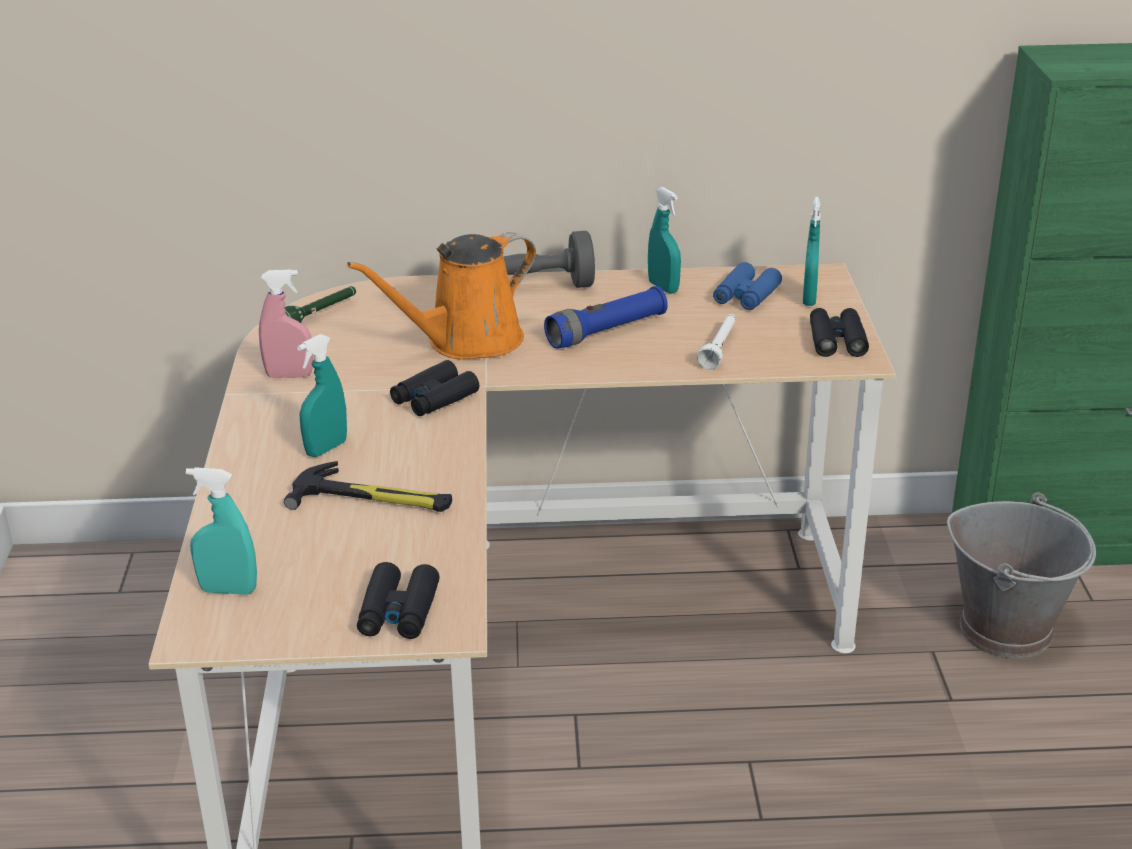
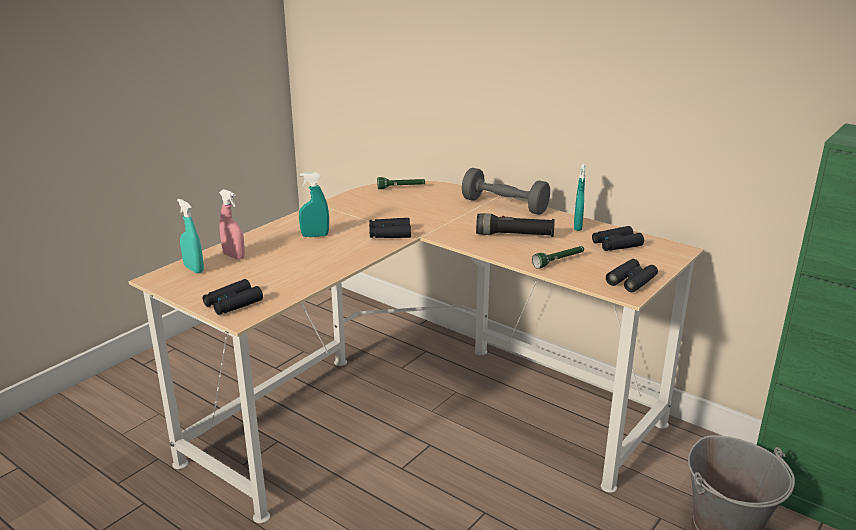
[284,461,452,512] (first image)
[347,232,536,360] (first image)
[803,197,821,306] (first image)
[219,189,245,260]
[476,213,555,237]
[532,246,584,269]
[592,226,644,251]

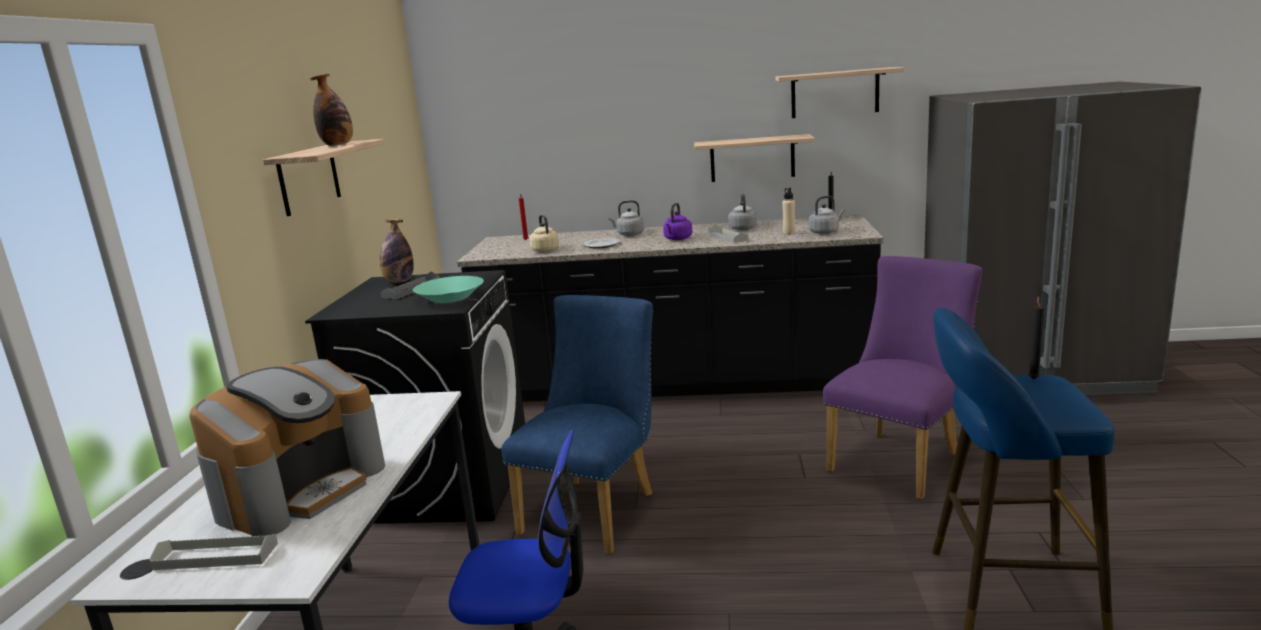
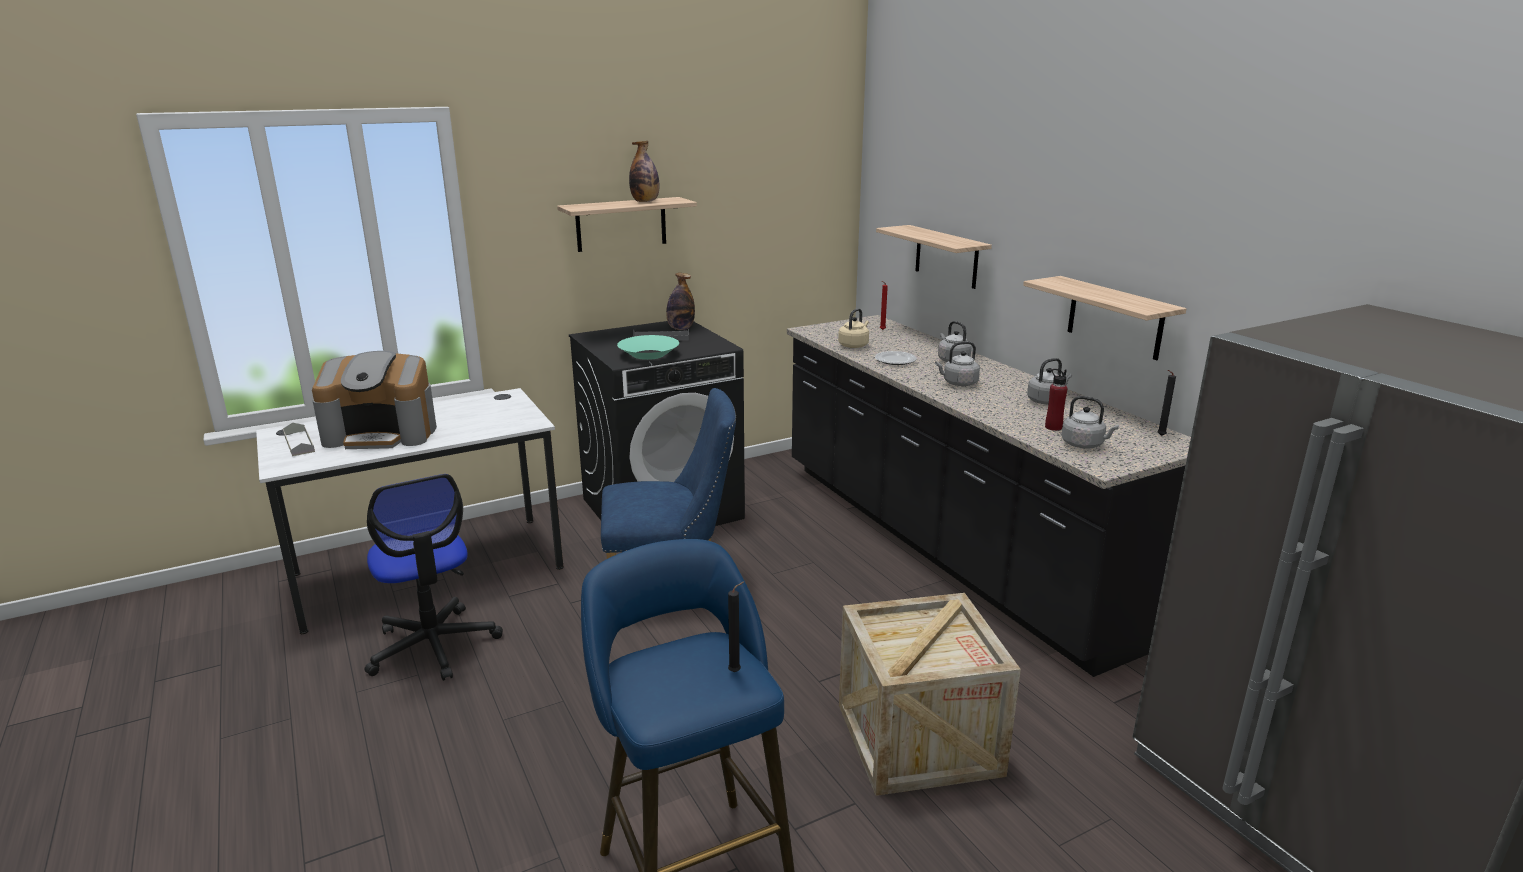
[708,225,748,243] (first image)
[876,225,992,289]
[839,593,1021,796]
[935,341,980,386]
[1045,369,1068,431]

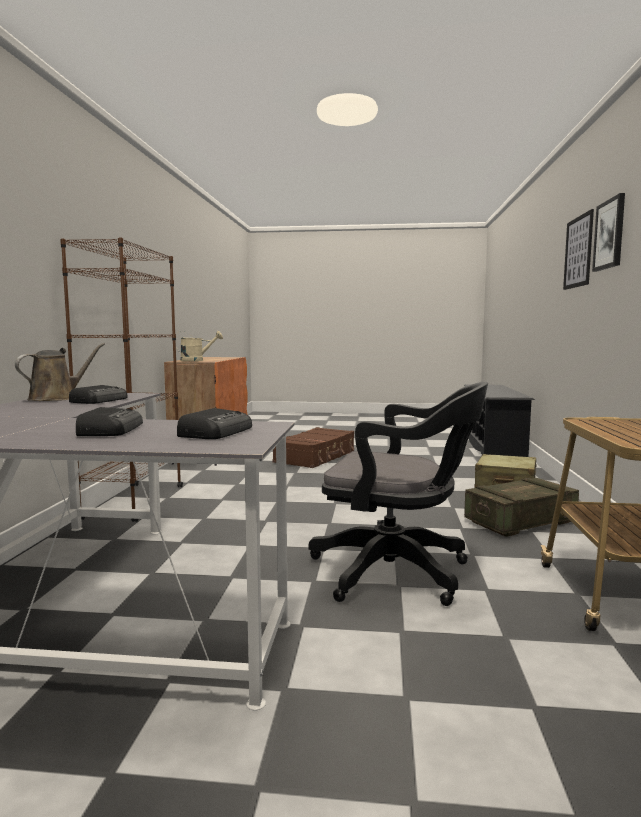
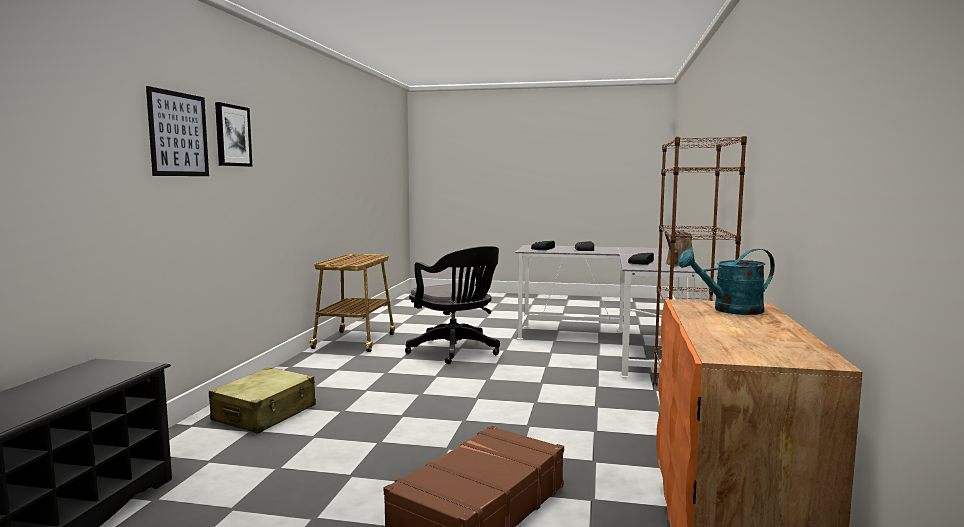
[464,478,579,537] (first image)
[678,249,775,315]
[405,246,500,364]

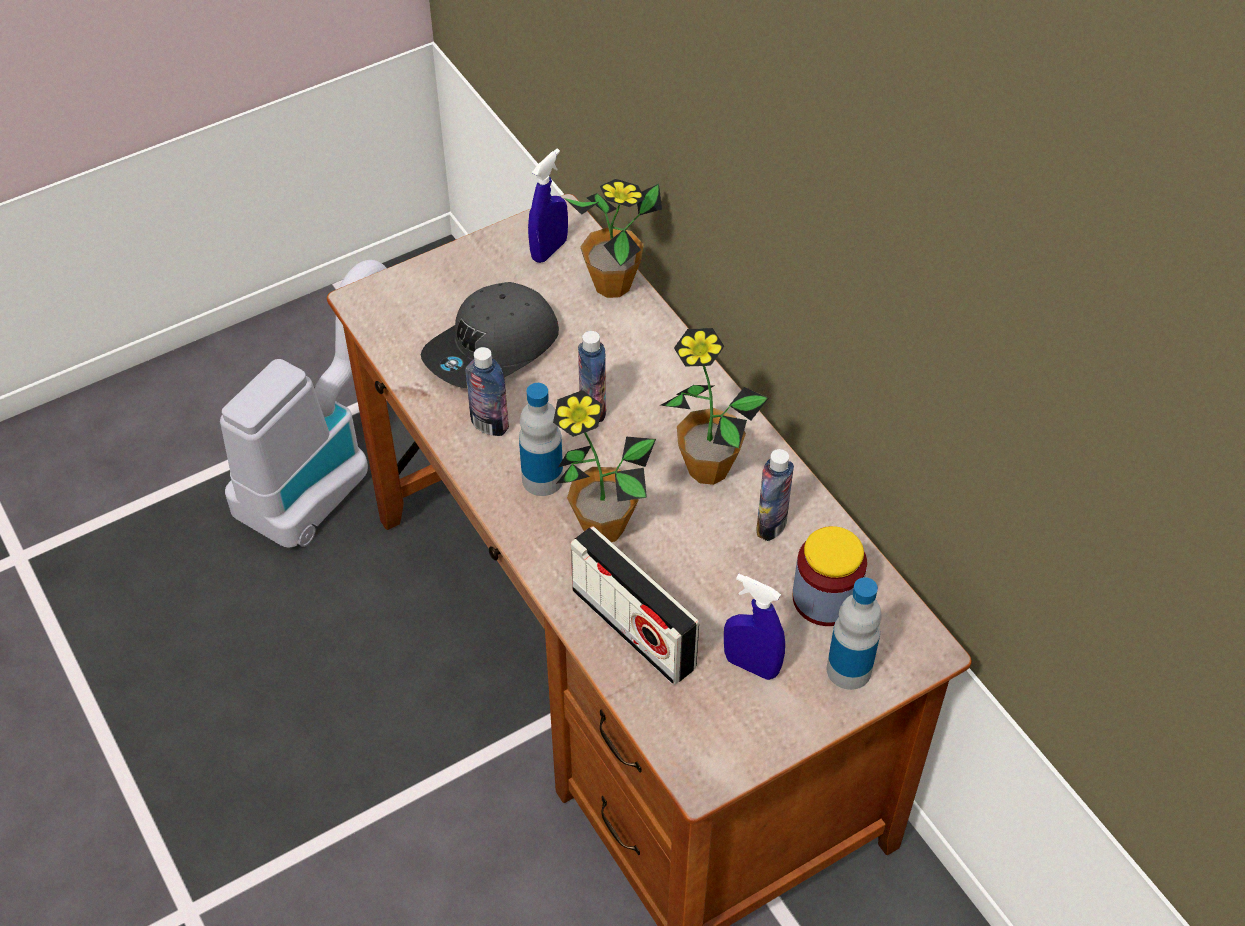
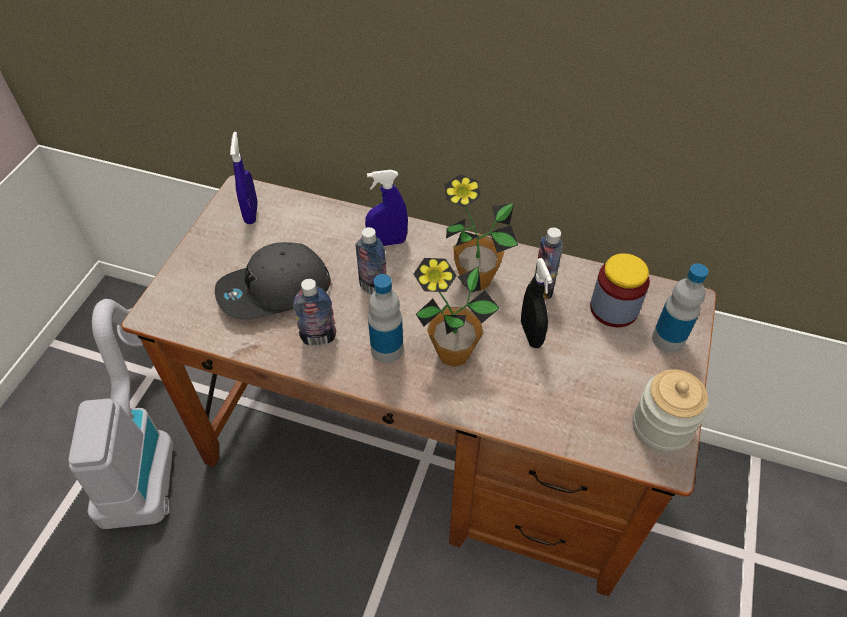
[564,179,662,298] (first image)
[570,526,699,685] (first image)
[521,258,552,348]
[633,369,709,453]
[365,170,408,246]
[215,242,331,319]

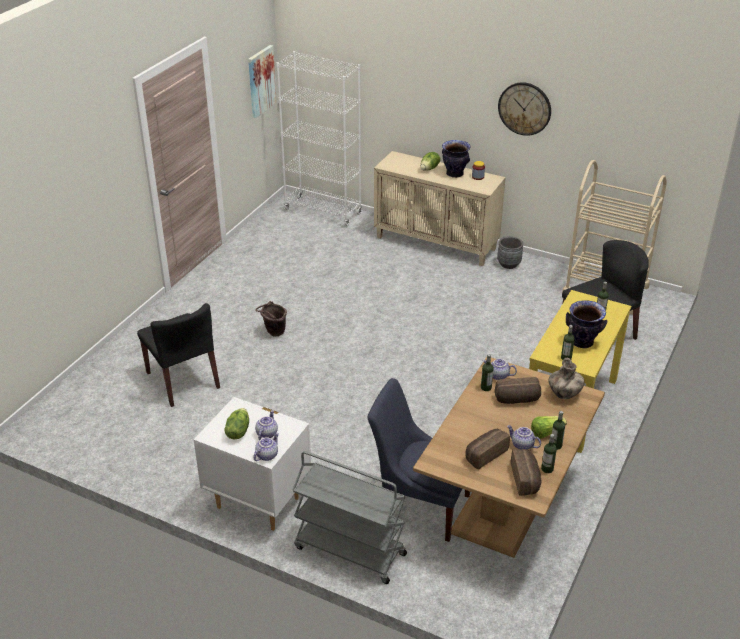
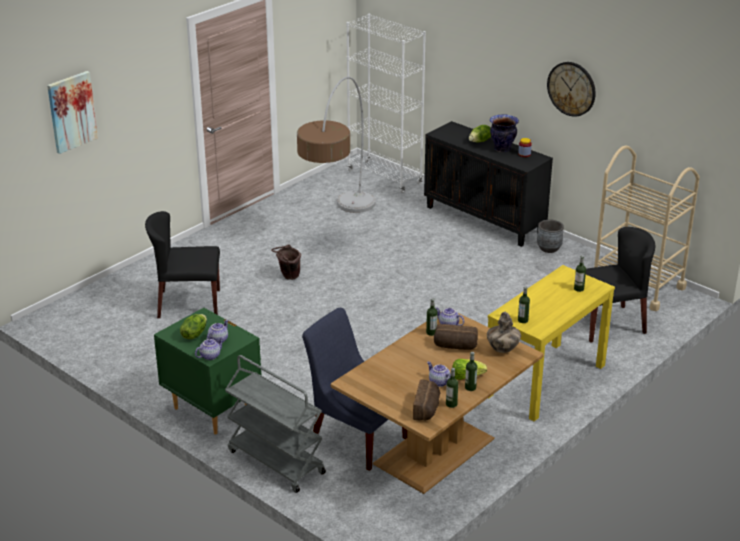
[466,429,510,470] (first image)
[566,300,607,348] (first image)
[297,76,375,213]
[47,71,98,154]
[154,308,261,435]
[424,121,553,247]
[145,211,220,318]

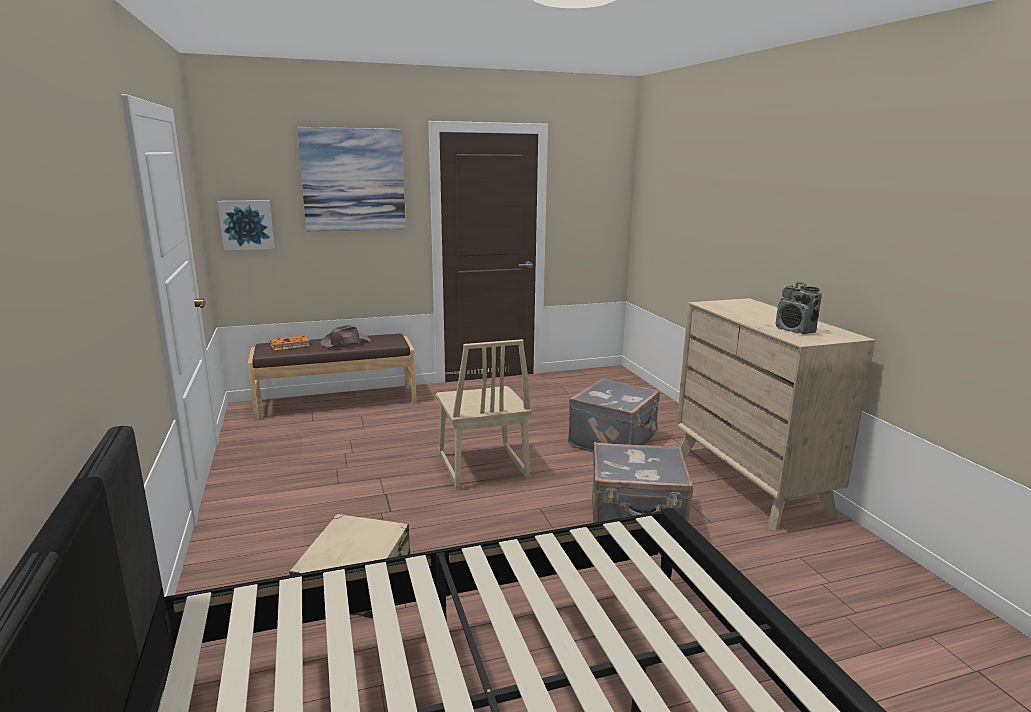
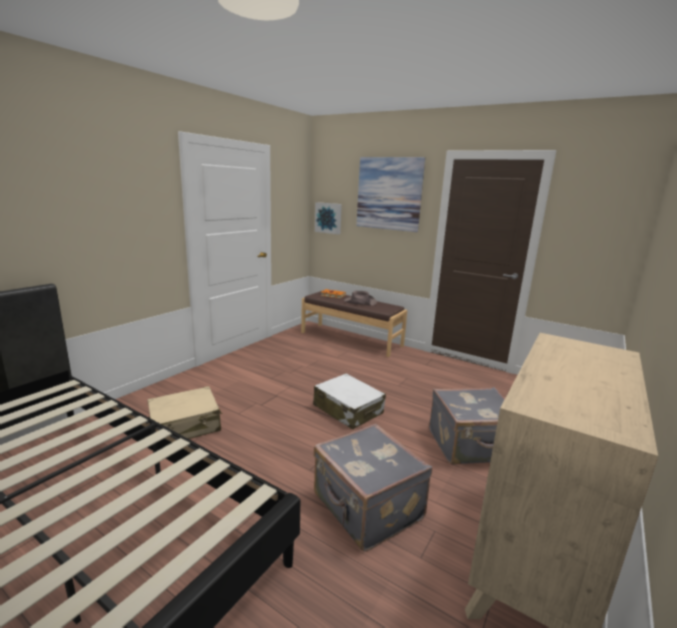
[775,281,822,334] (first image)
[313,373,386,430]

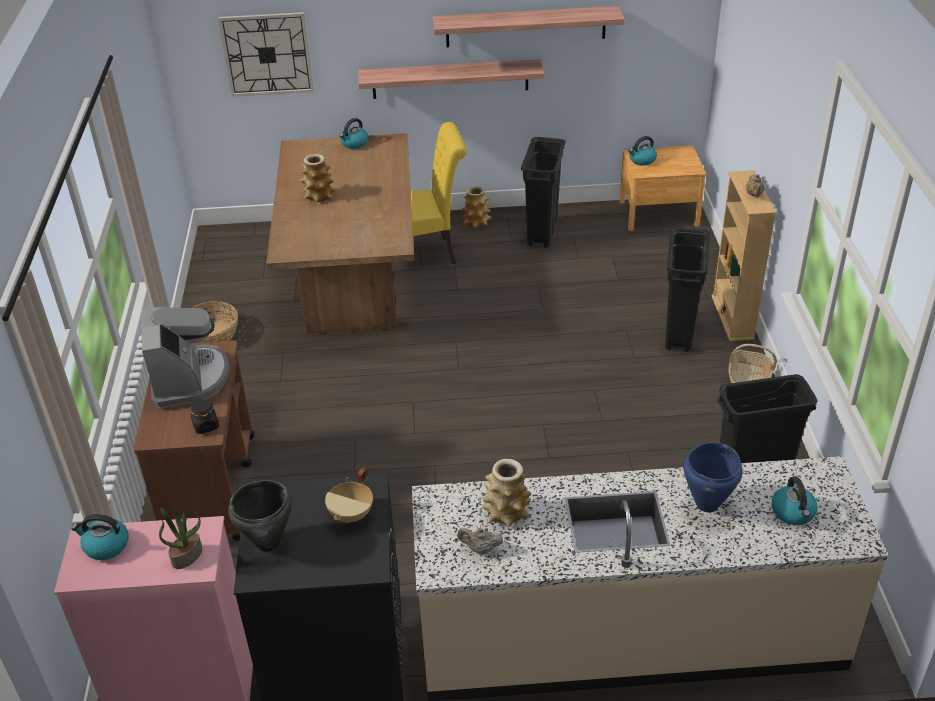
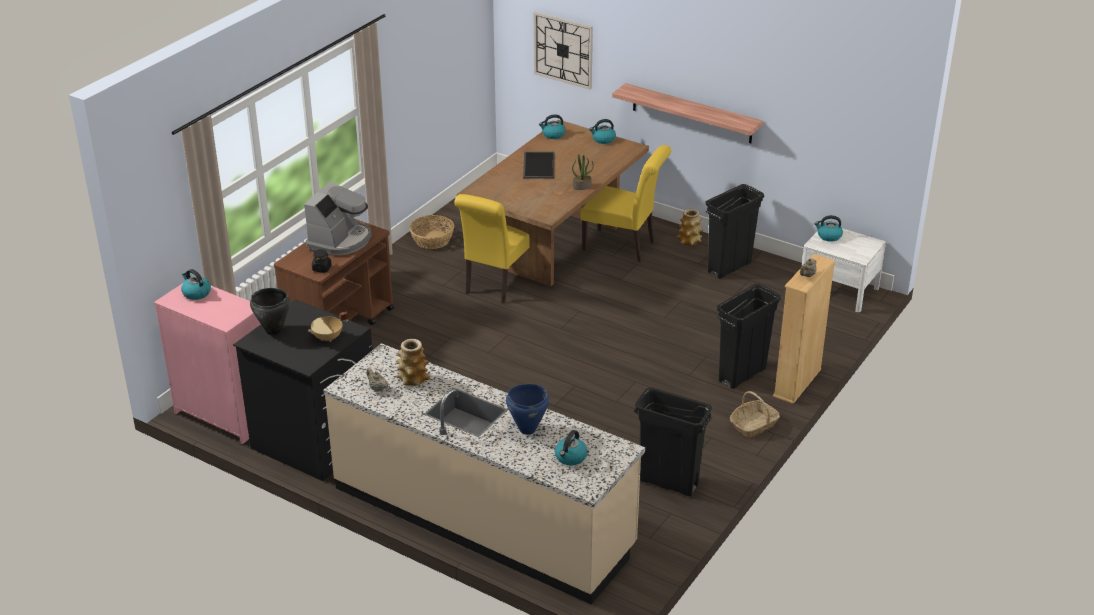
[433,6,624,47] (first image)
[454,194,530,303]
[539,114,566,139]
[572,154,594,190]
[523,152,554,179]
[802,228,886,313]

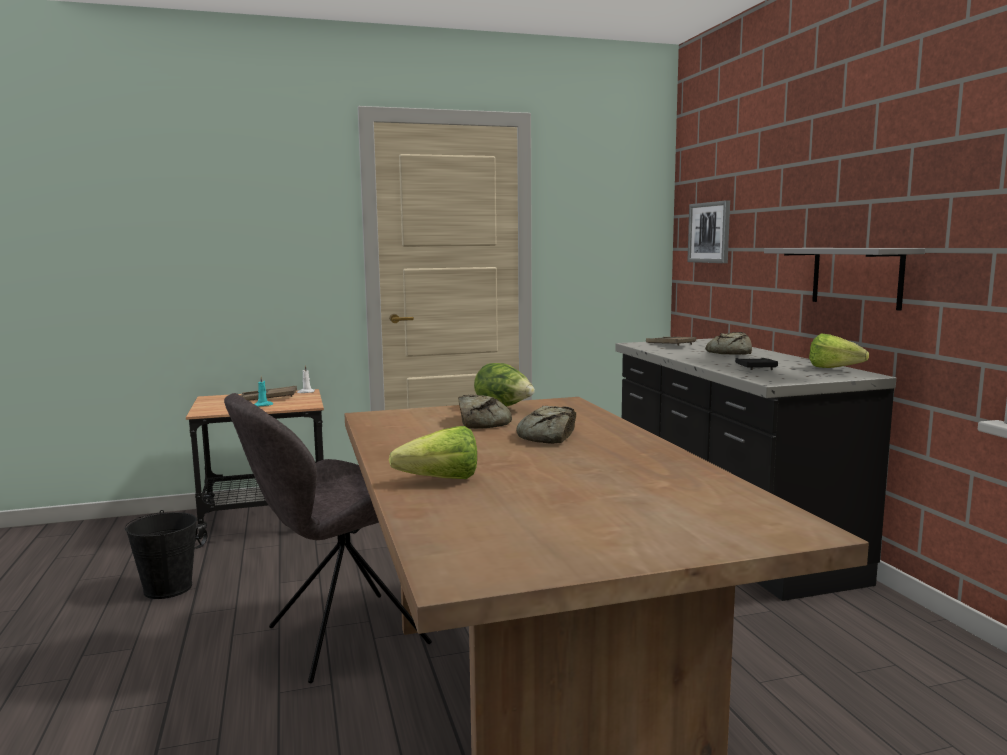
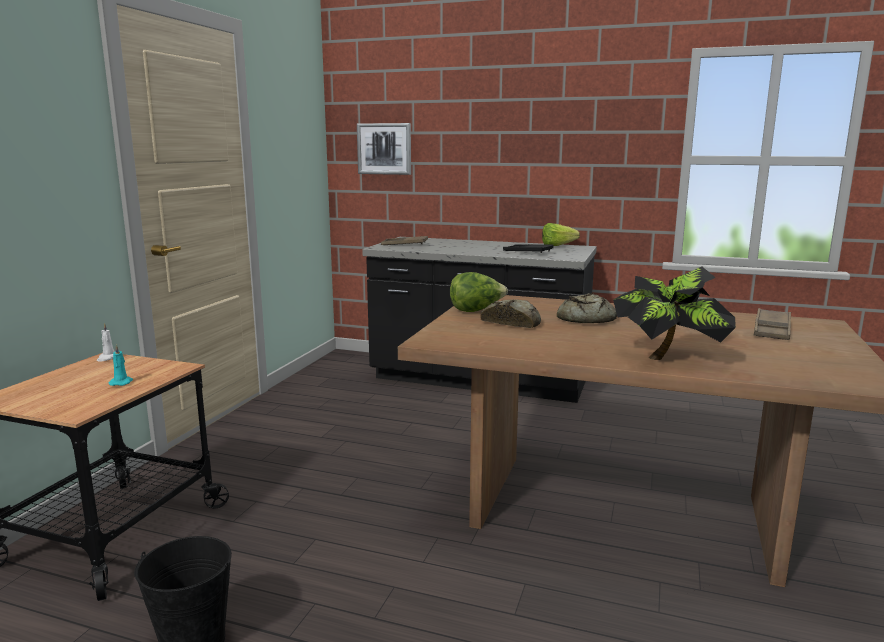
[224,393,432,683] (first image)
[705,332,752,354] (first image)
[764,248,925,311] (first image)
[754,308,791,340]
[613,267,736,360]

